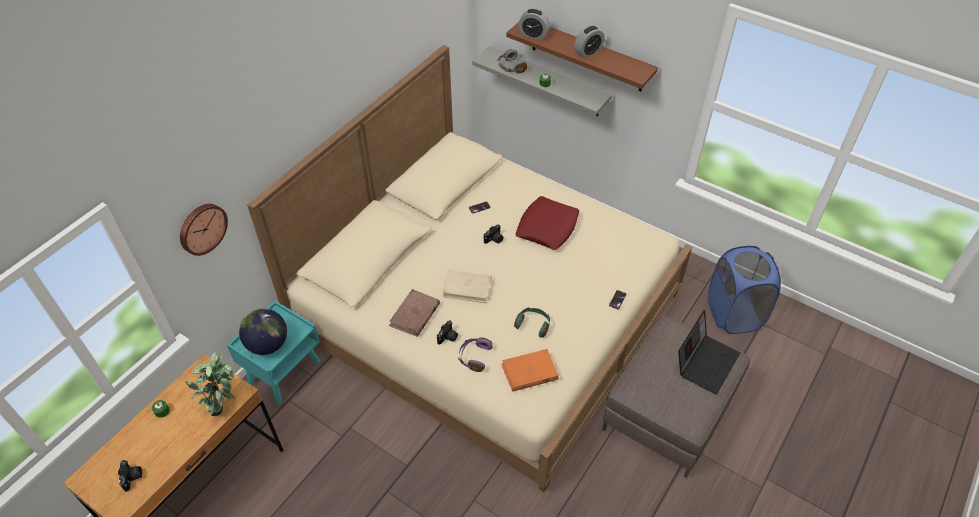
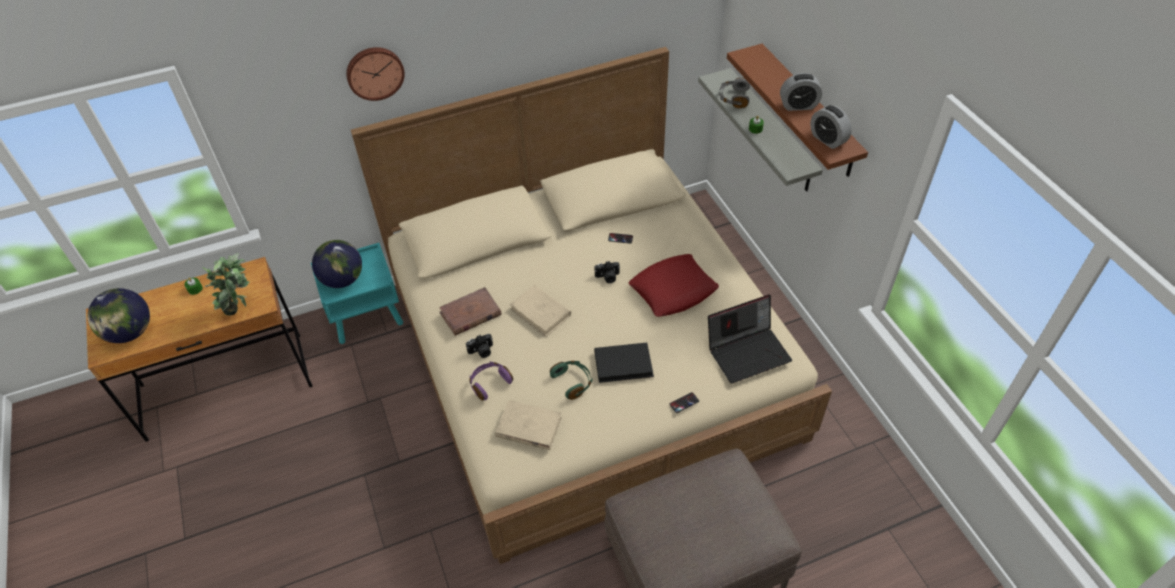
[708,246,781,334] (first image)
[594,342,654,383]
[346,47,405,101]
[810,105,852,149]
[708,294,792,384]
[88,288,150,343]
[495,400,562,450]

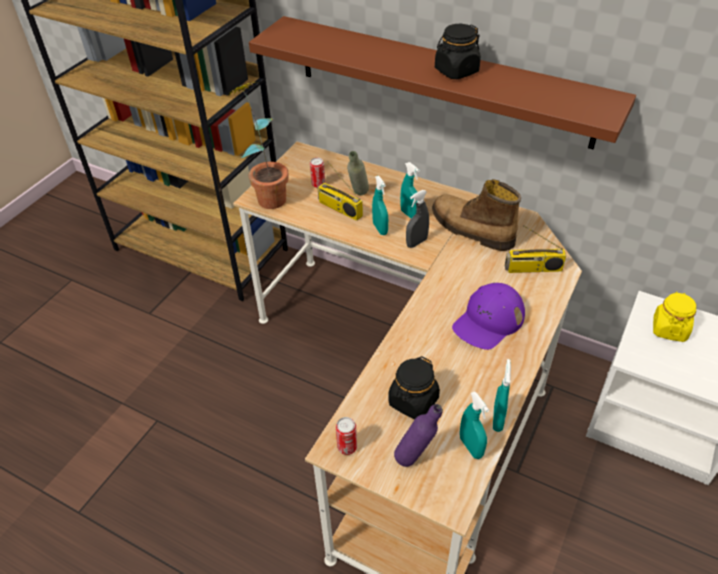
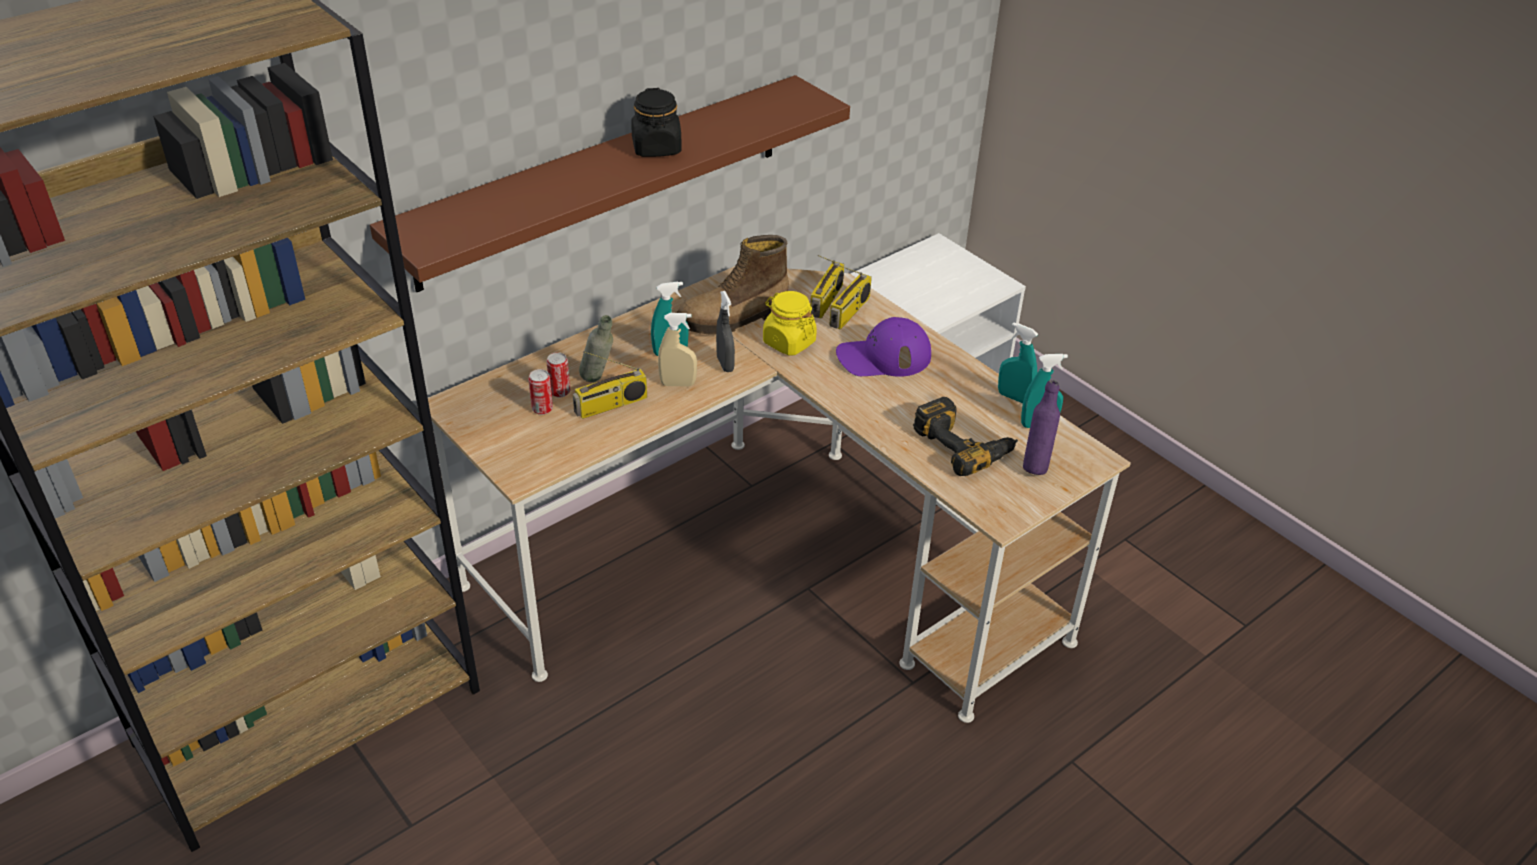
[227,82,289,209] (first image)
[829,266,872,330]
[546,352,570,397]
[763,291,817,355]
[913,397,1018,476]
[658,313,697,387]
[836,317,931,377]

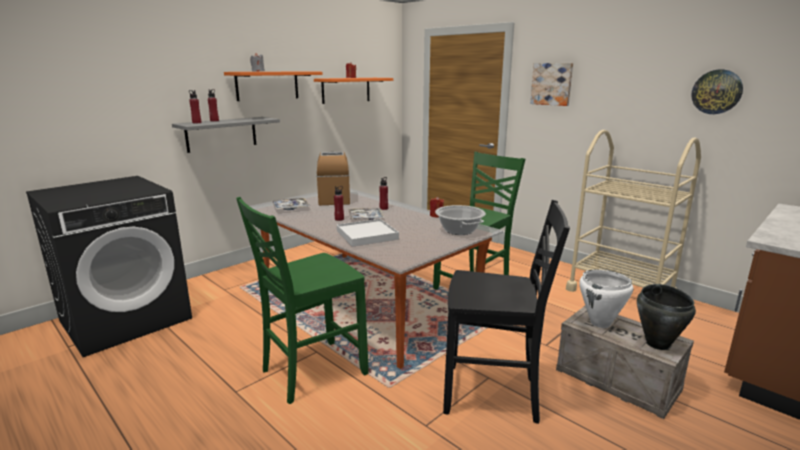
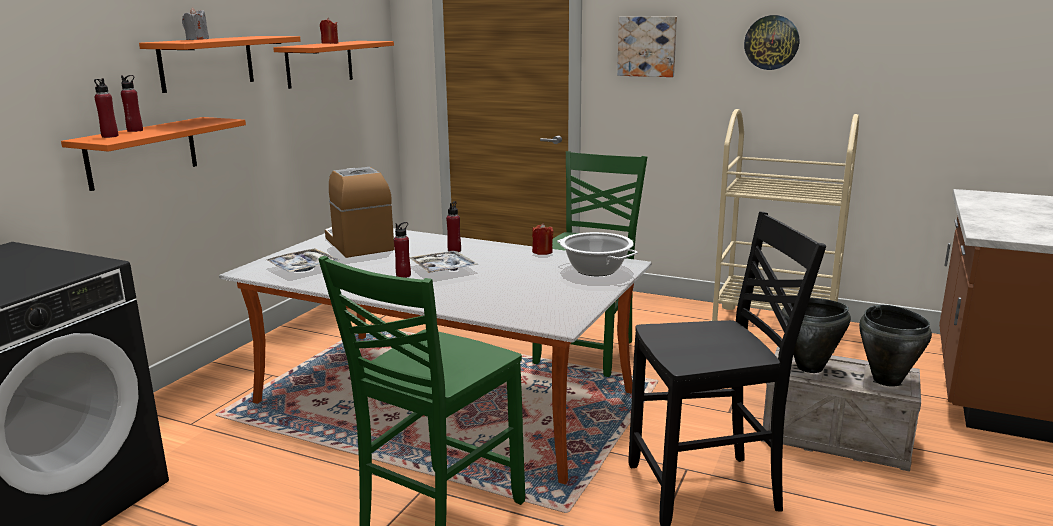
[337,219,399,247] (first image)
[744,15,799,70]
[61,117,246,191]
[782,297,851,373]

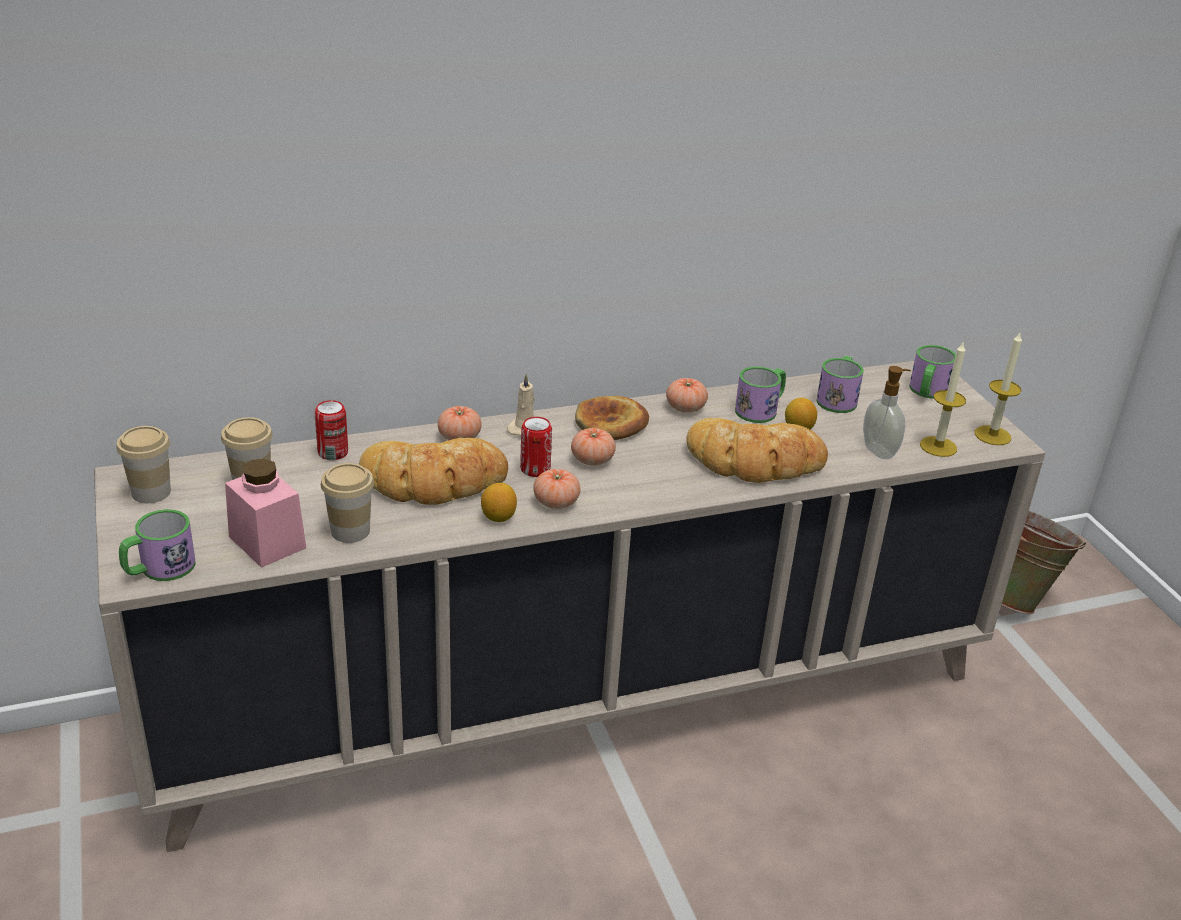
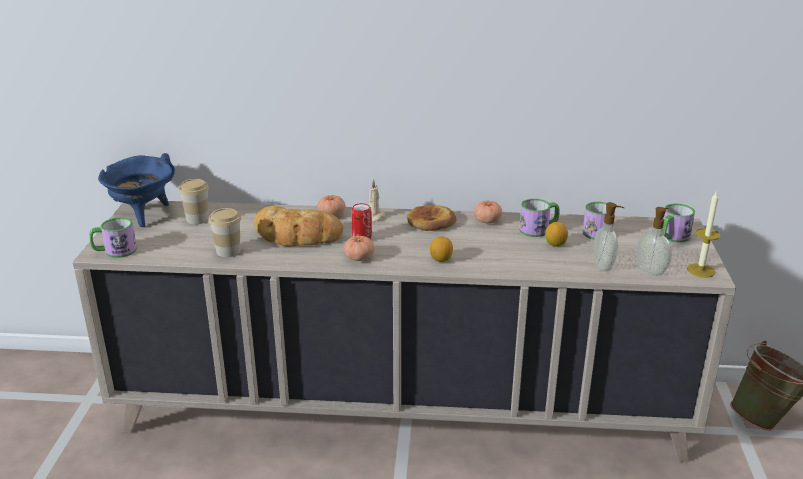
[225,458,306,568] (first image)
[315,400,348,460] (first image)
[571,428,616,466] (first image)
[686,418,828,483] (first image)
[430,237,453,262]
[98,153,175,227]
[636,207,672,275]

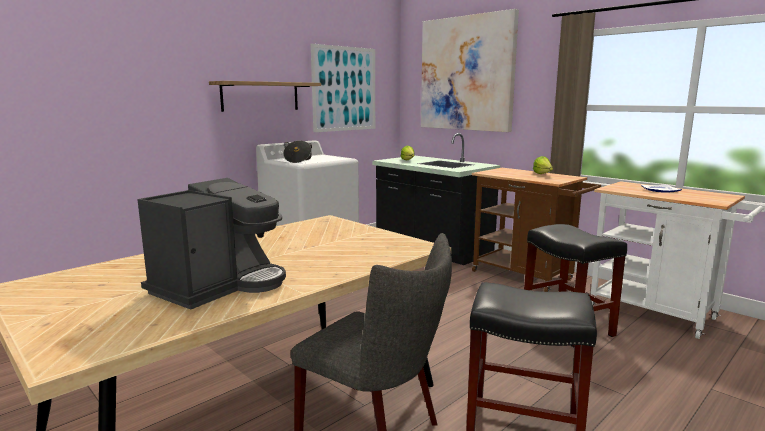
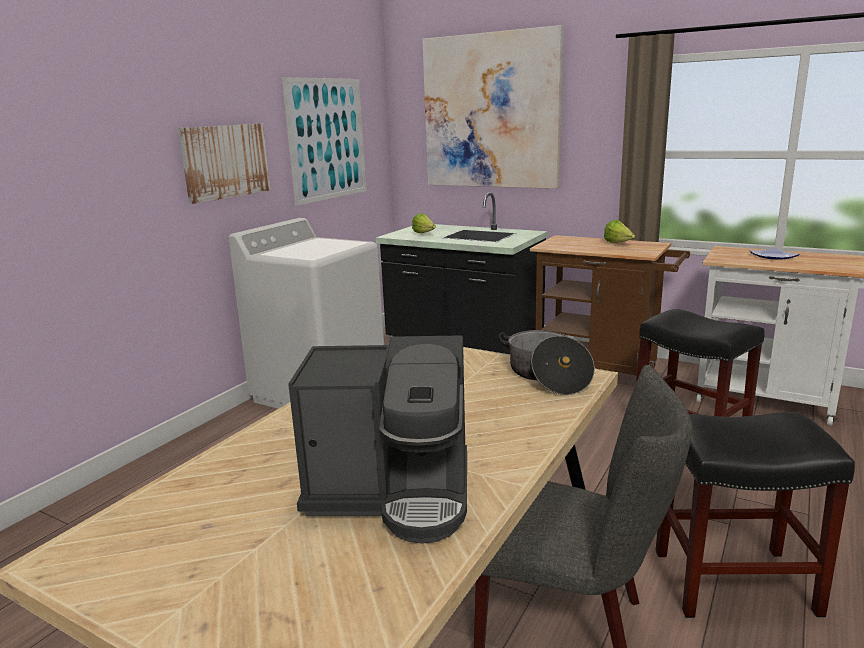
[498,330,595,395]
[178,124,270,204]
[288,336,467,544]

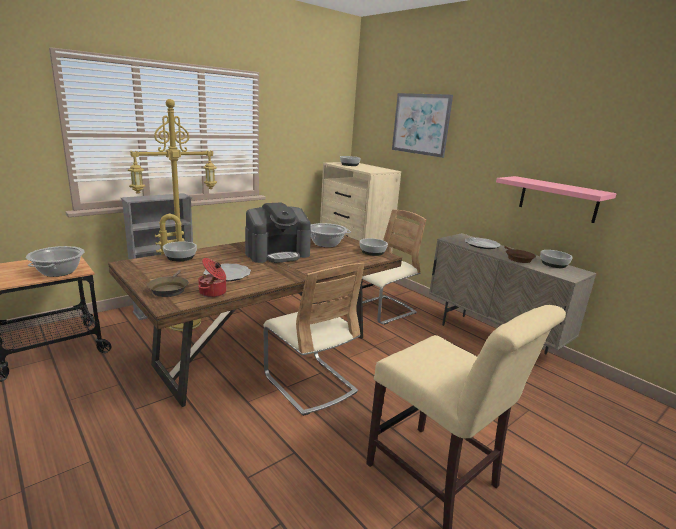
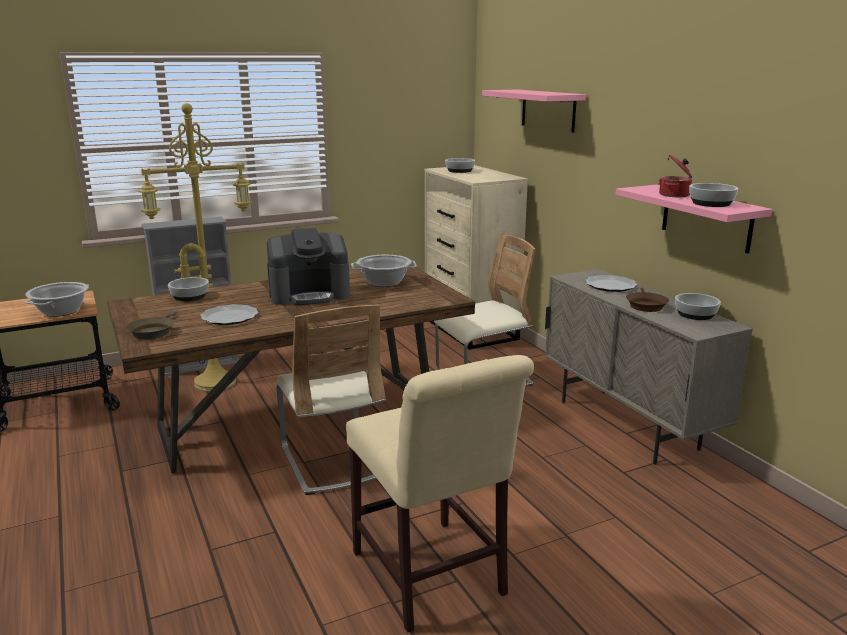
[659,154,693,197]
[689,183,738,207]
[482,90,586,133]

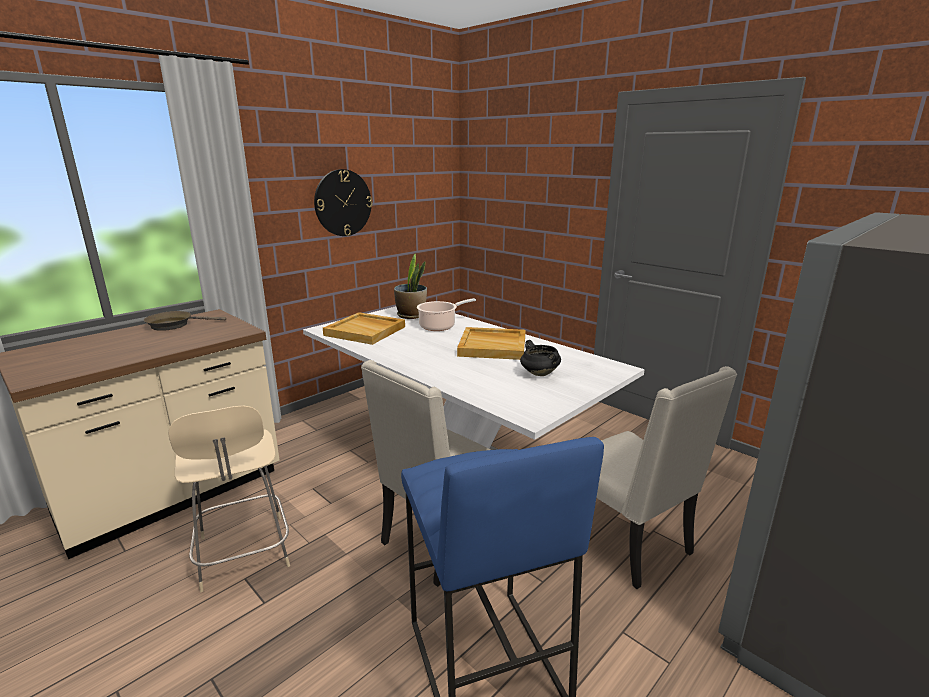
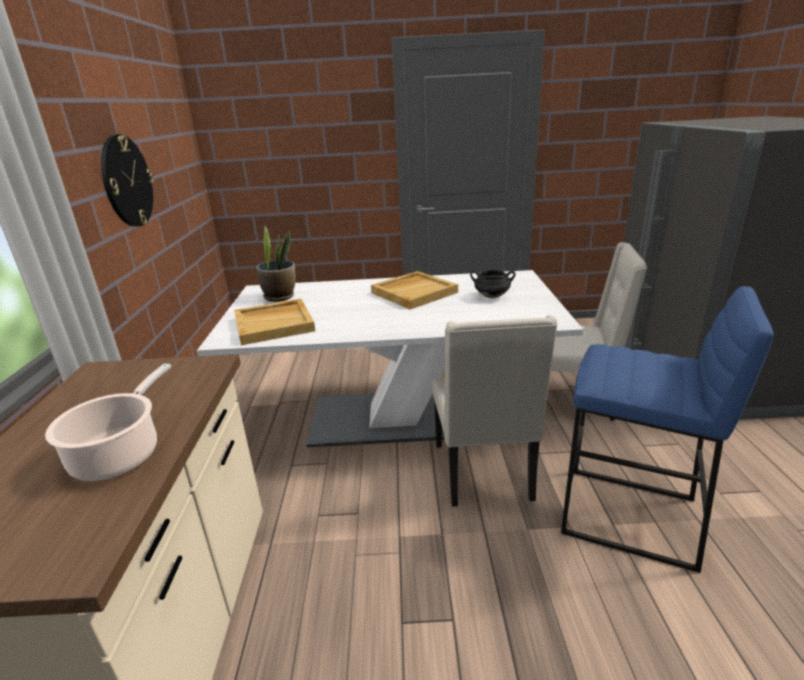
[144,311,226,331] (first image)
[168,406,290,592] (first image)
[45,364,171,481]

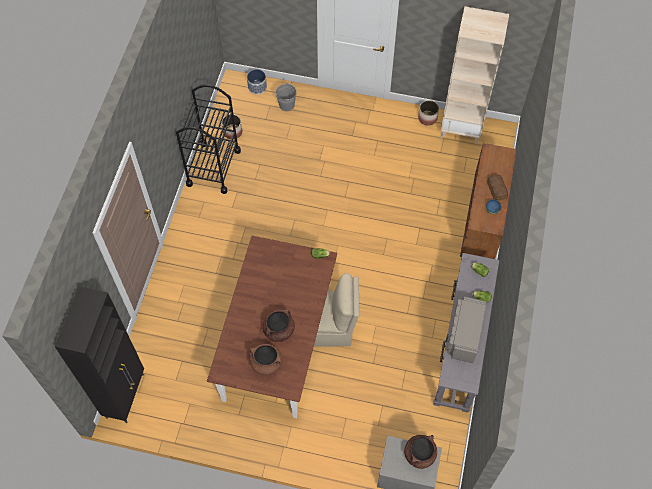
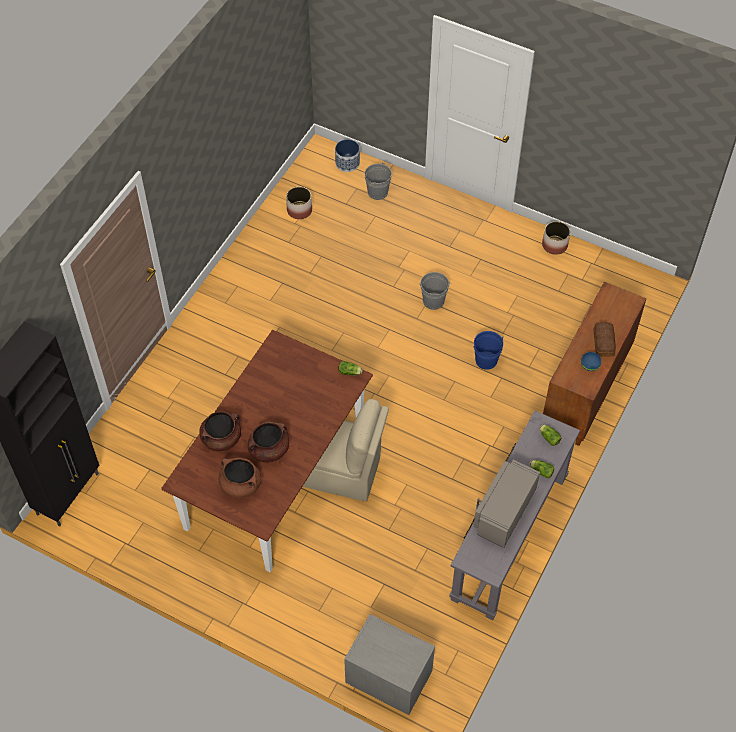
[176,84,241,194] (first image)
[441,6,509,144] (first image)
[420,272,451,310]
[473,331,504,370]
[199,411,241,452]

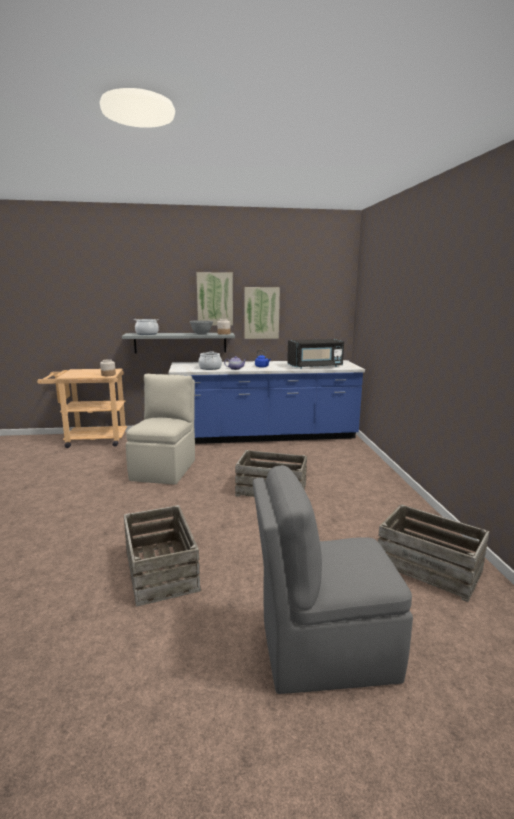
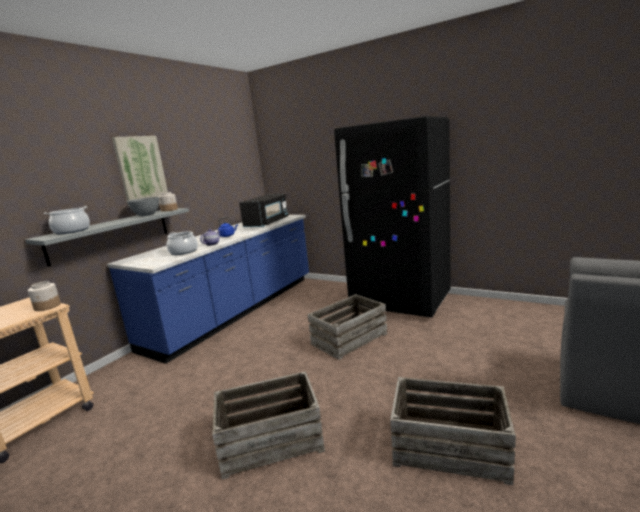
[126,374,195,485] (first image)
[245,287,280,339] (first image)
[334,116,451,318]
[212,371,325,480]

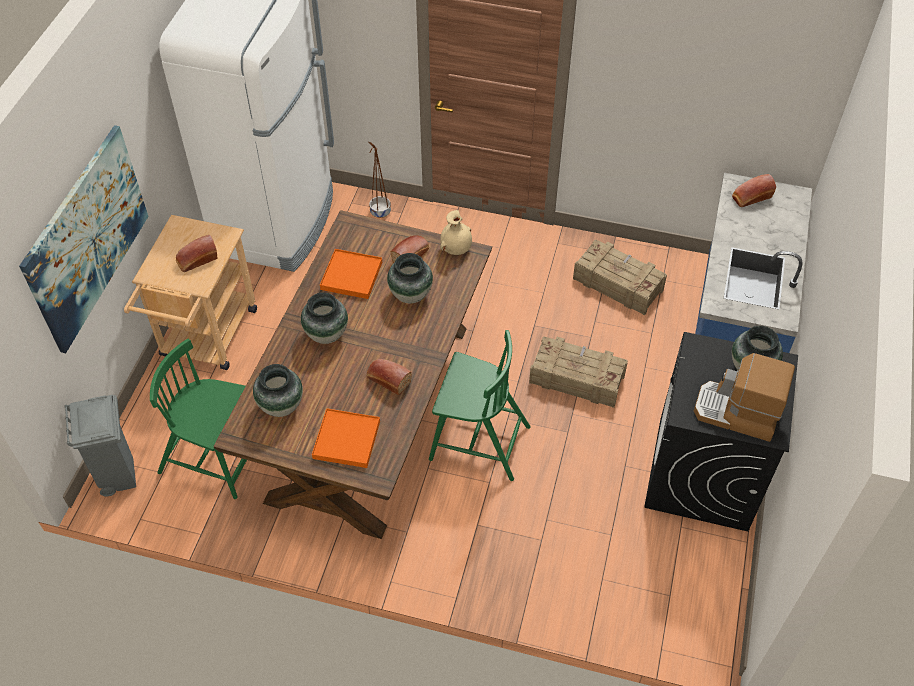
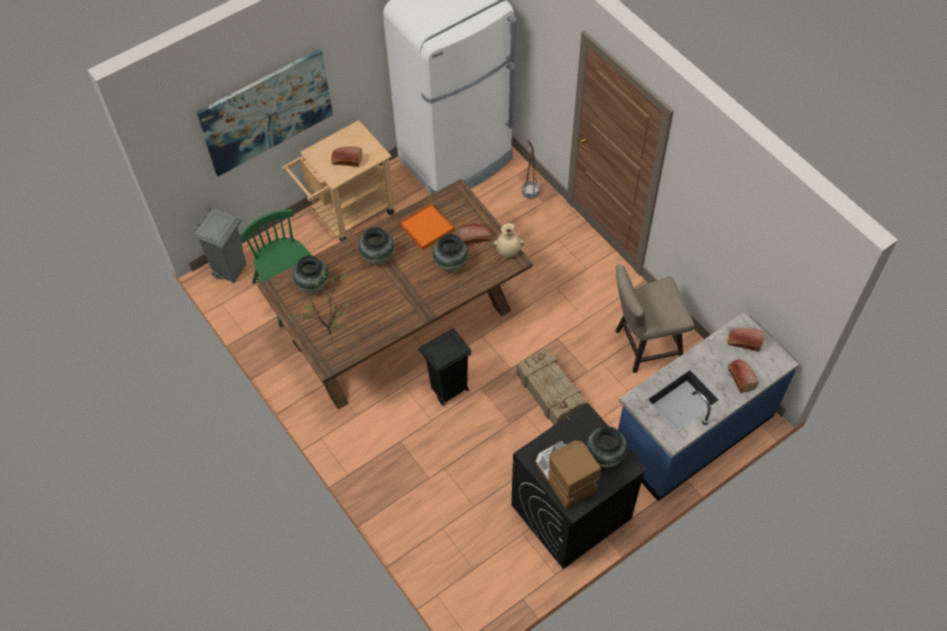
[728,359,759,393]
[289,268,354,344]
[419,328,471,406]
[615,264,695,373]

